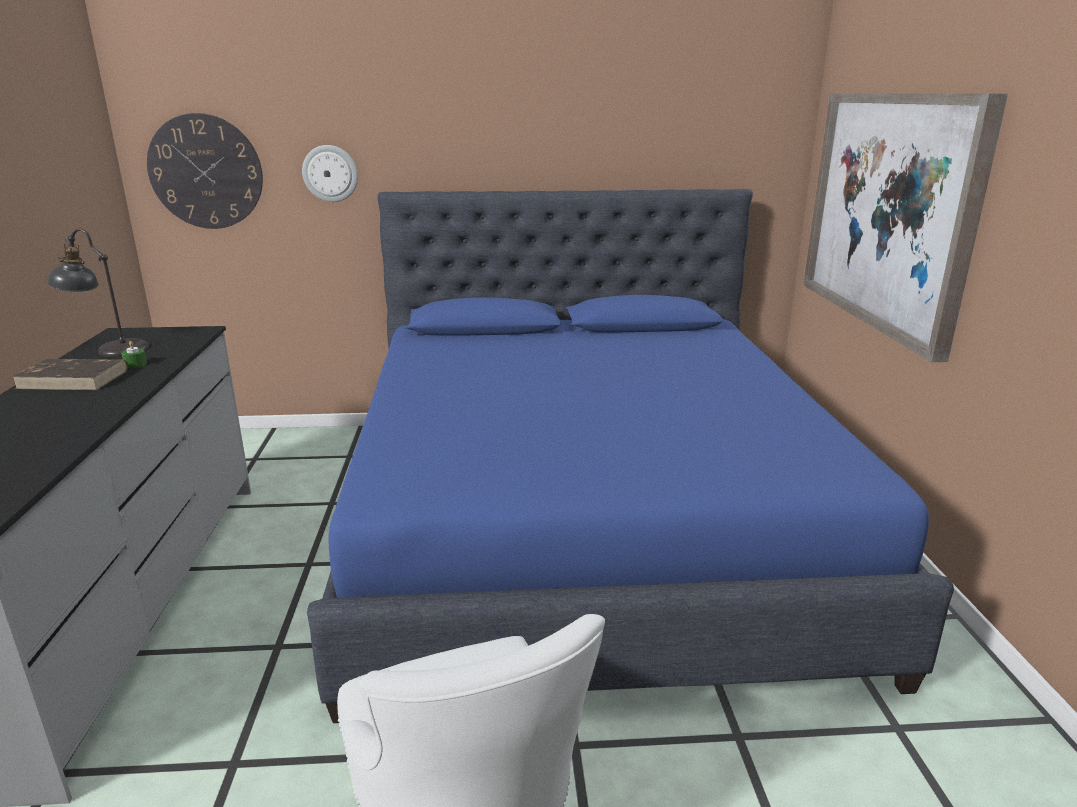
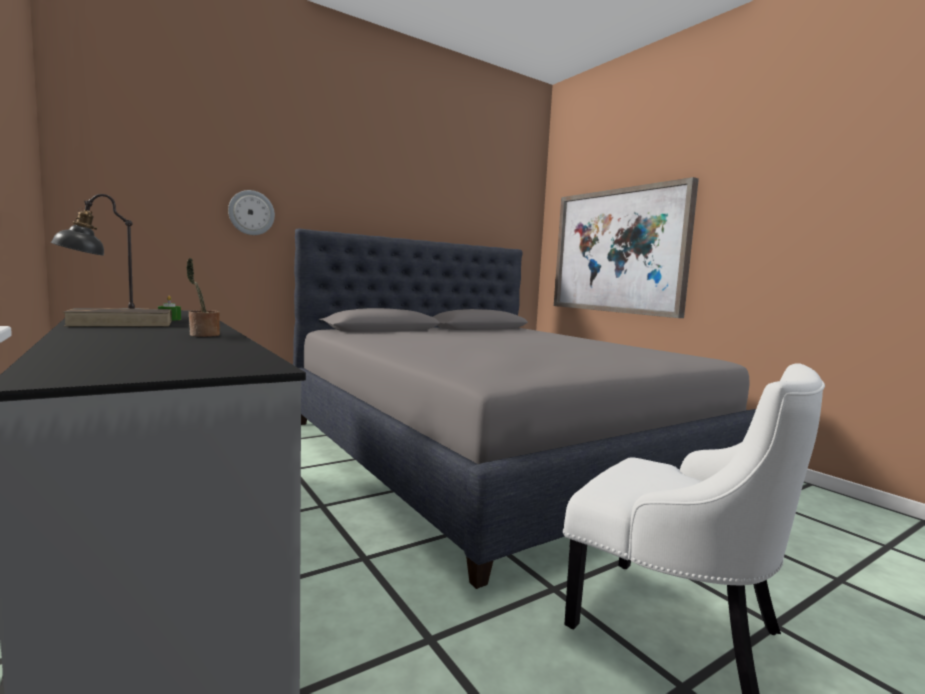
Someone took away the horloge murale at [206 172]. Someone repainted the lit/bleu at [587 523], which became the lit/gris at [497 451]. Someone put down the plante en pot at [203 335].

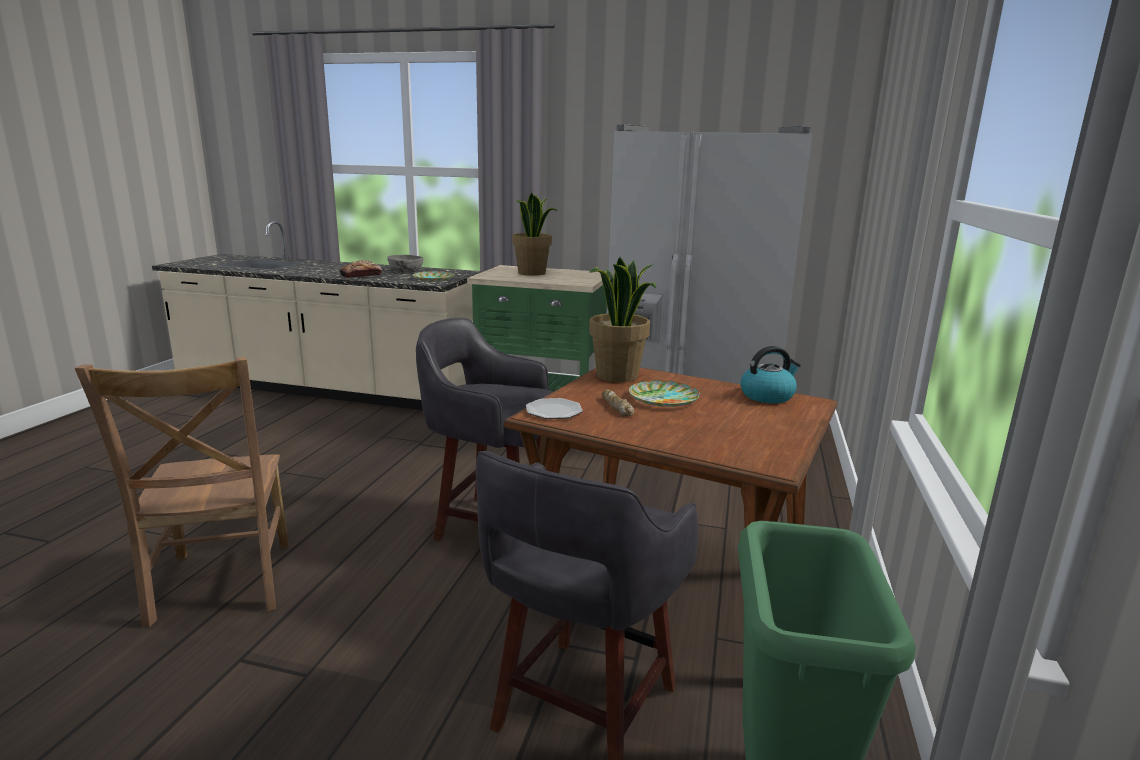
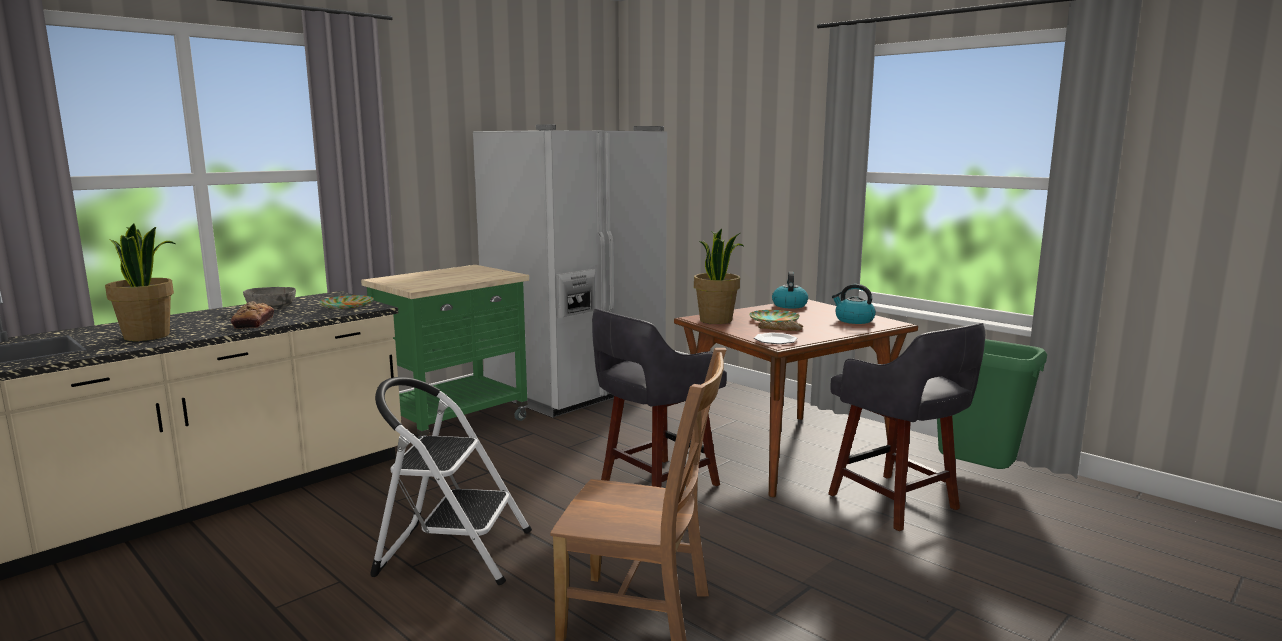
Someone carried the plante en pot from [532 273] to [148 336]. Someone put down the escabeau at [450 552]. Someone put down the bouilloire at [853 320].

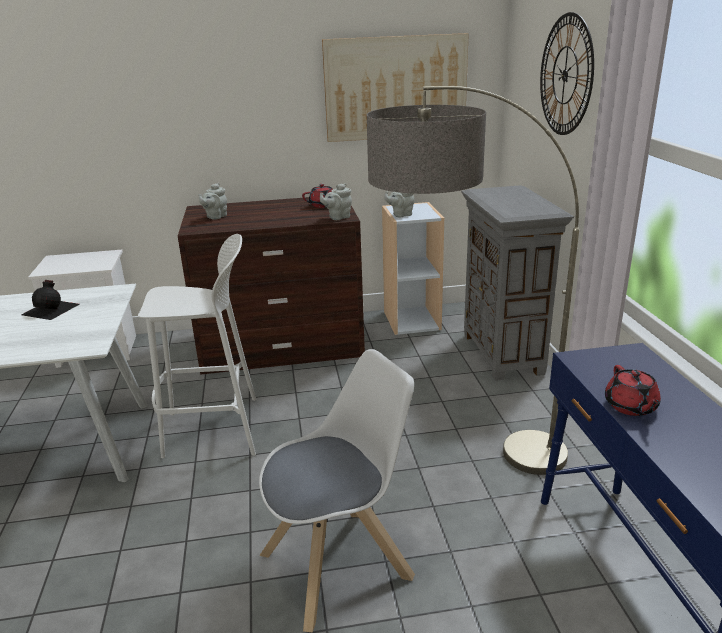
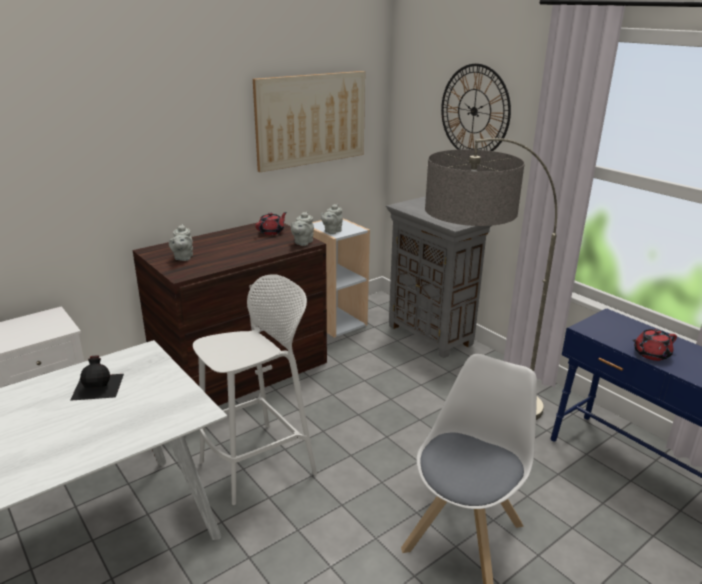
Someone rotated the théière/rouge at [630 407] by 105 degrees clockwise.

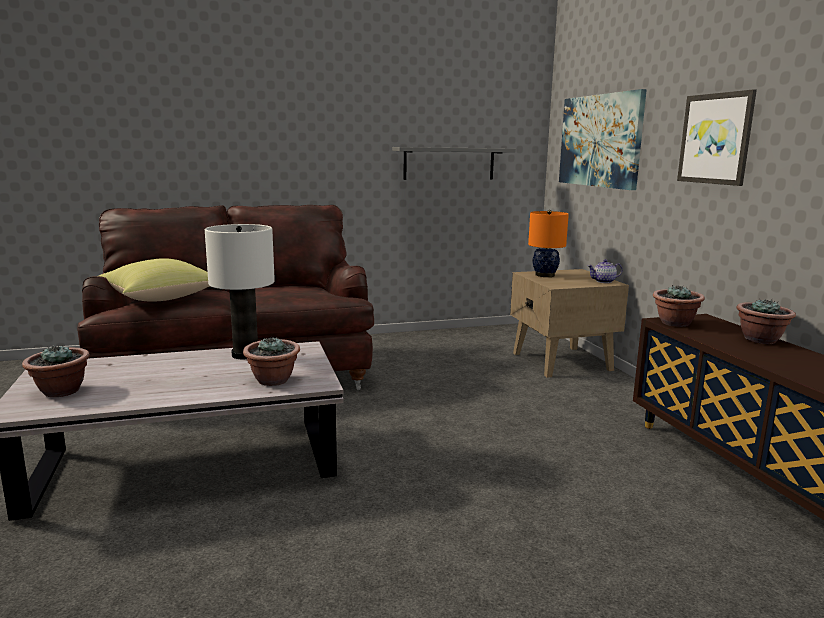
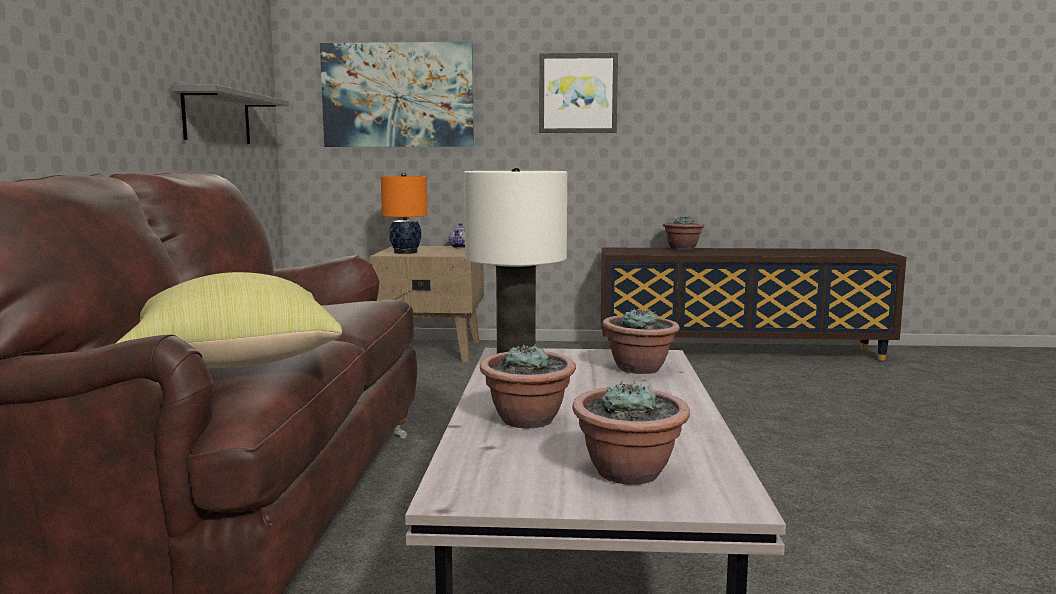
Someone carried the plante en pot from [675 323] to [528 420].

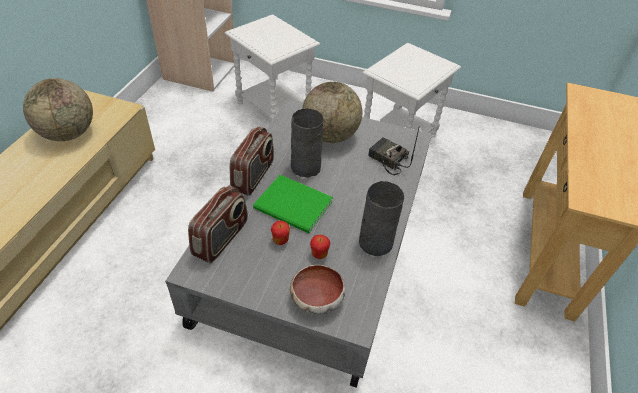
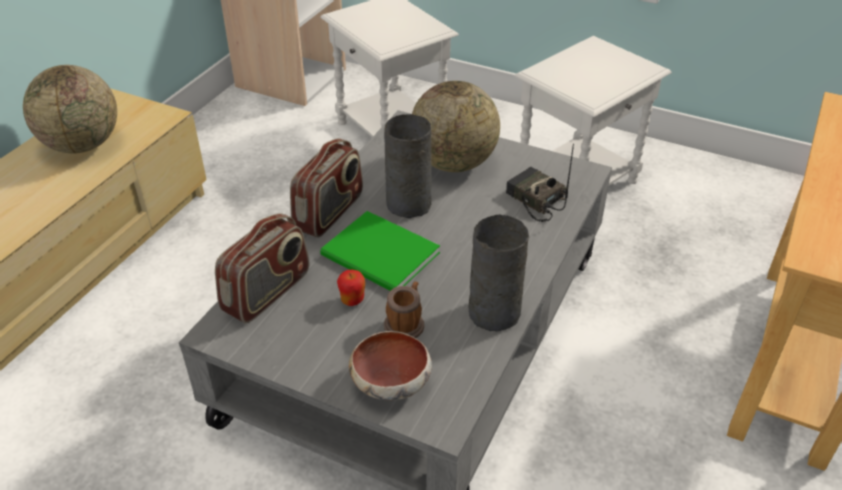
Someone swapped the pomme at [319 254] for the mug at [406 323].

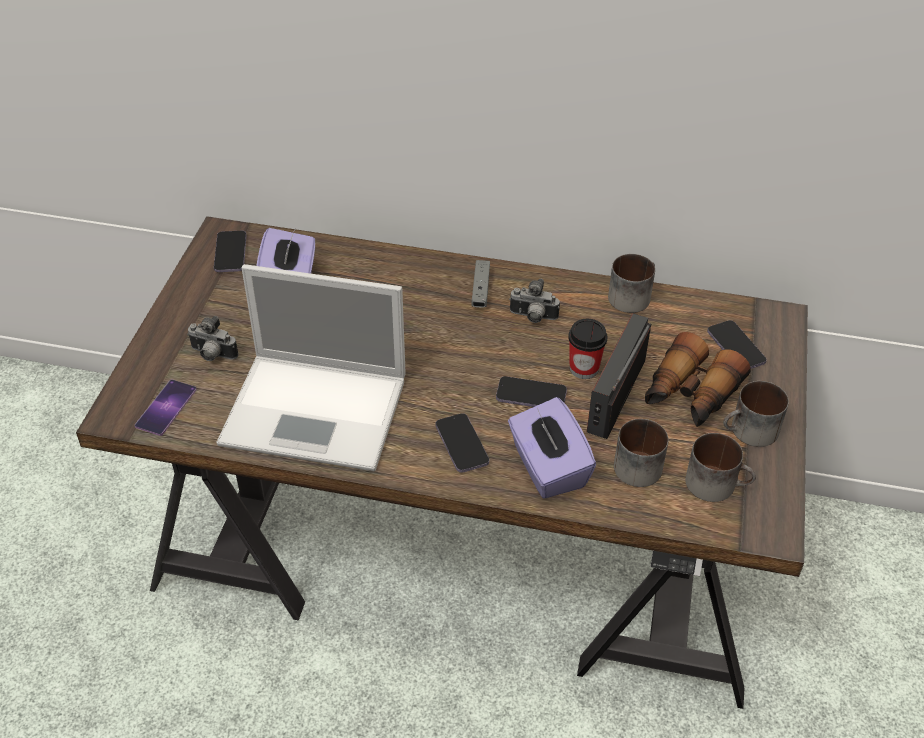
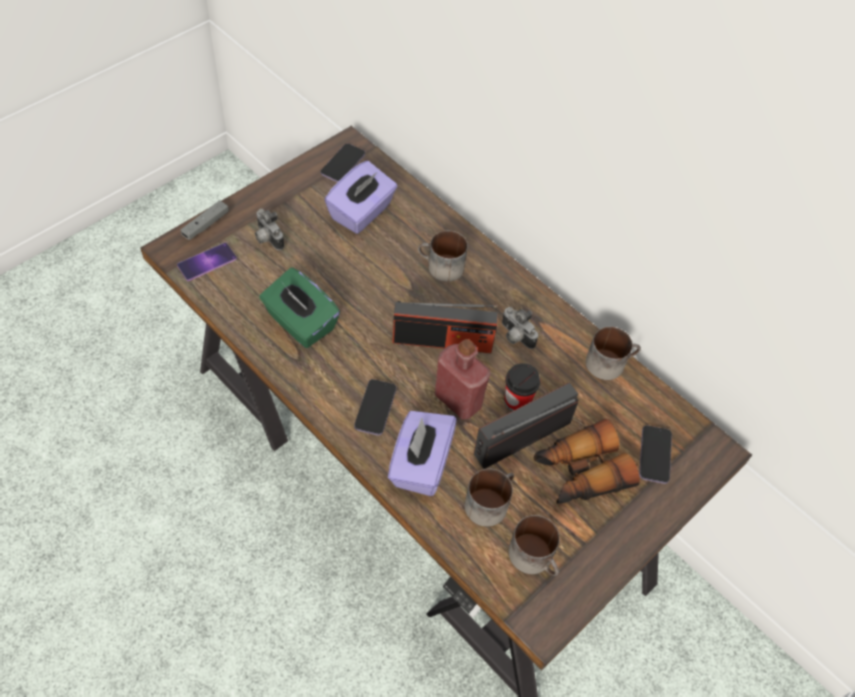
Someone swapped the ordinateur portable at [318 411] for the boîte à mouchoirs/vert at [300 323]. Someone carried the manette/gris from [480 290] to [205 225]. Someone swapped the téléphone at [531 395] for the bouteille/rouge at [458 400]. Someone carried the mug from [750 432] to [440 267]. Someone put down the radio at [442 341].

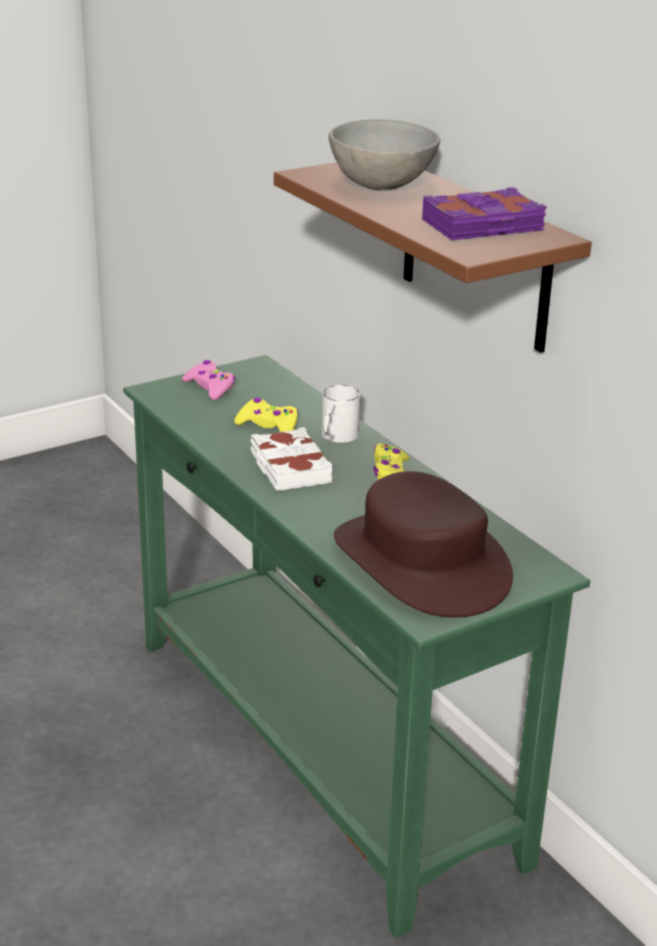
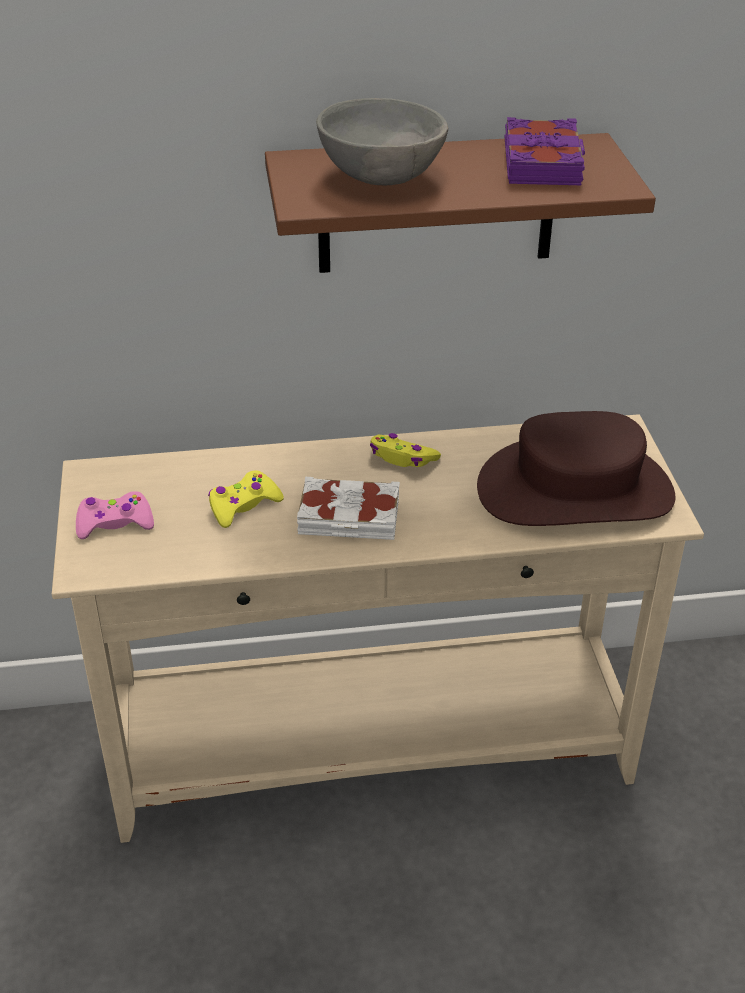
Someone repainted the table console/vert at [324 747], which became the table console/beige at [373 746]. Someone took away the mug/blanc at [336 437].

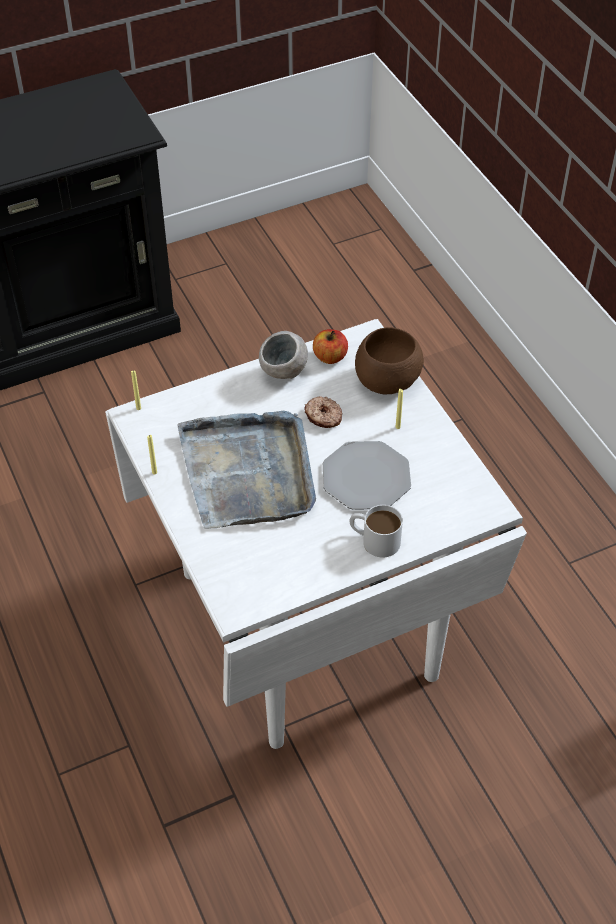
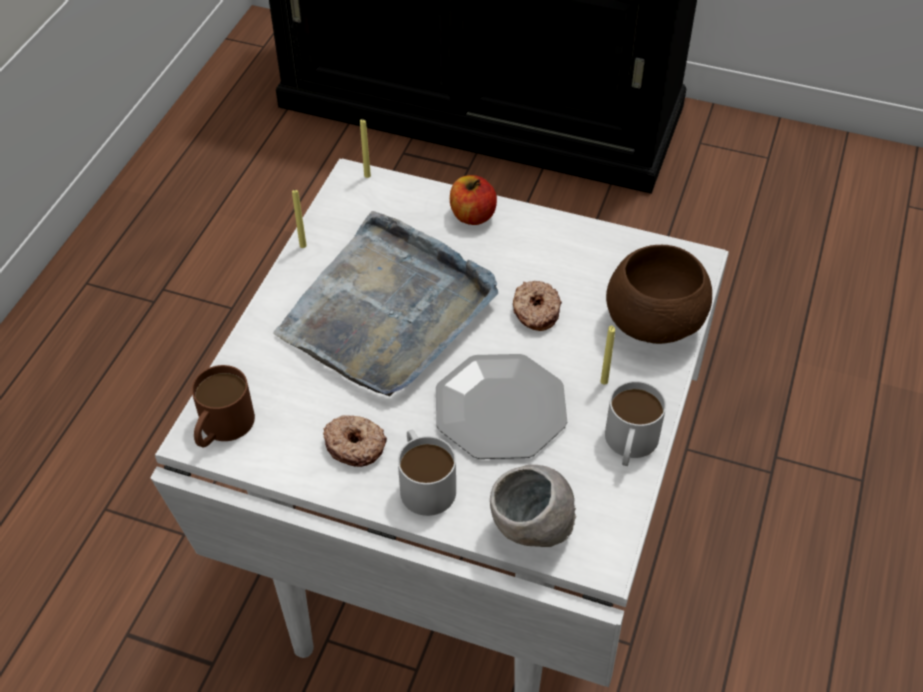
Someone carried the bol/gris from [284 375] to [532 532]. Someone carried the pomme from [330 357] to [472 215]. Someone put down the mug/marron at [221 428]. Someone put down the beignet at [355 445]. Someone put down the mug/blanc at [629 445].

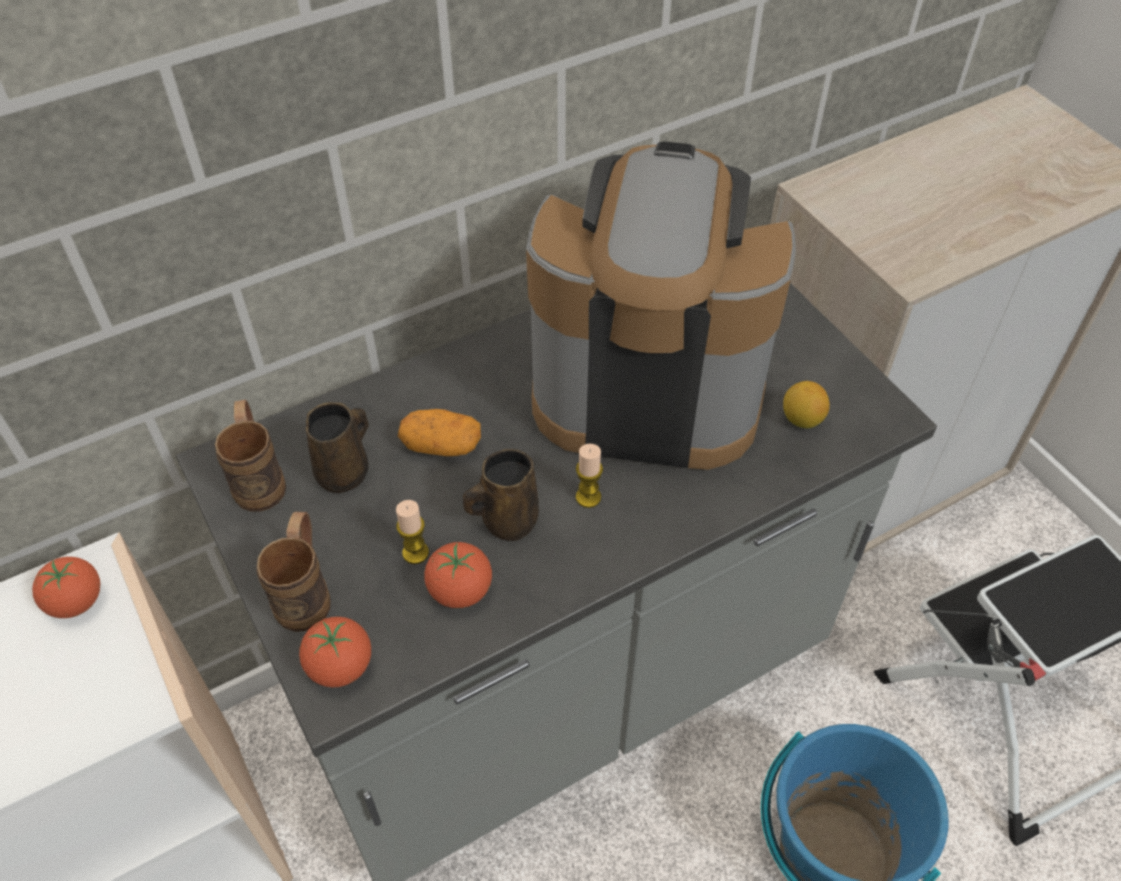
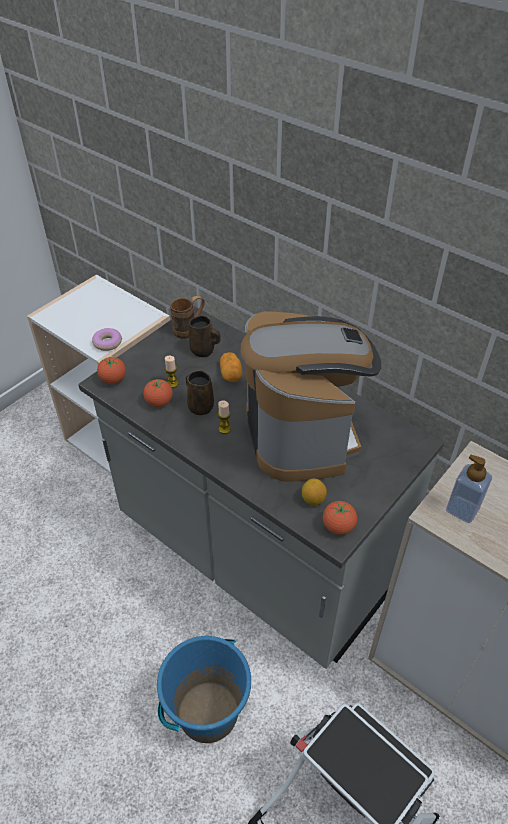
Someone carried the tomate from [76 601] to [338 526]. Someone took away the mug/marron at [307 594]. Someone put down the beignet at [107 343]. Someone put down the distributeur de savon at [462 509].

